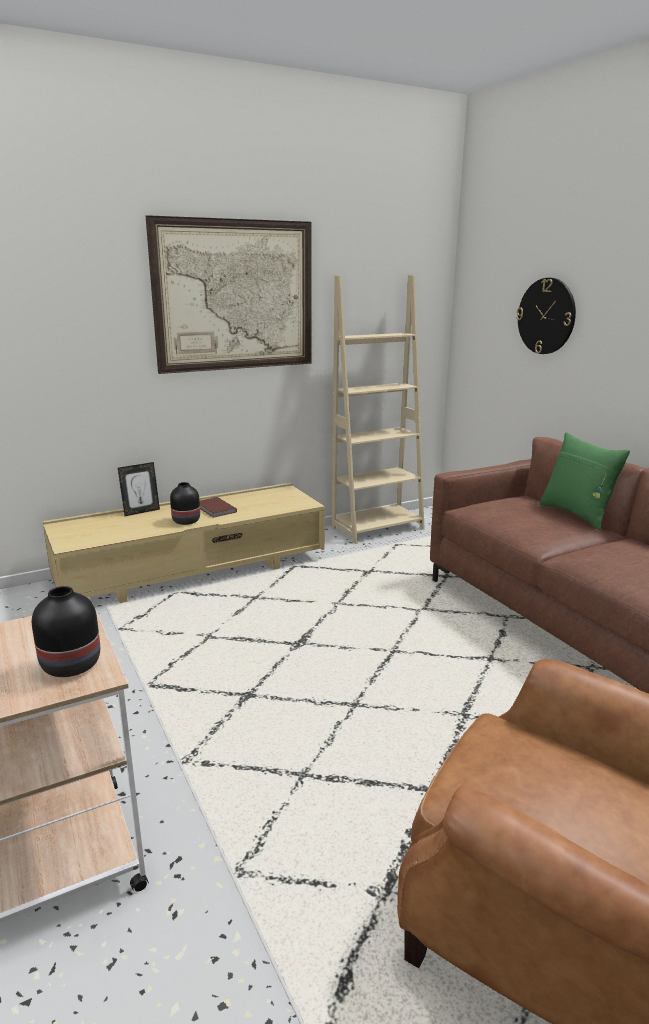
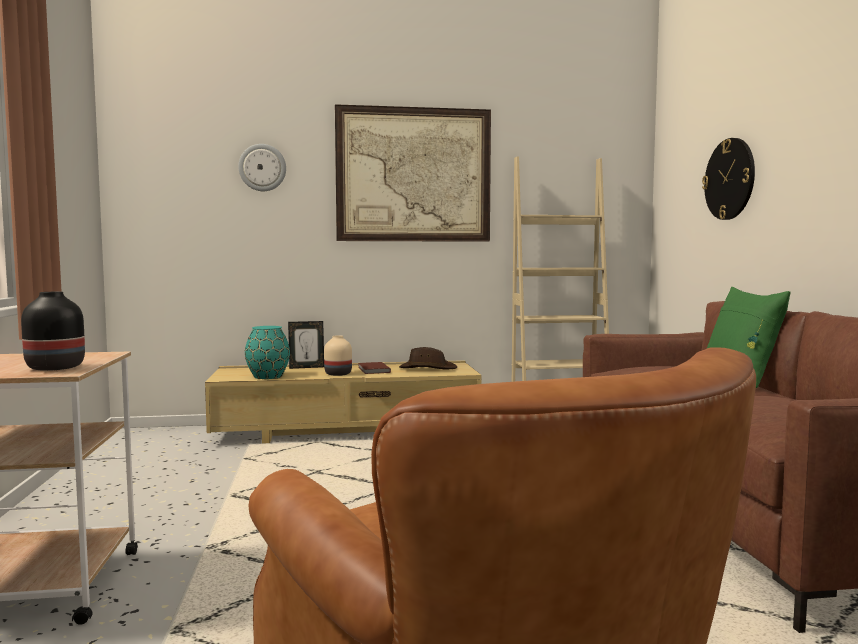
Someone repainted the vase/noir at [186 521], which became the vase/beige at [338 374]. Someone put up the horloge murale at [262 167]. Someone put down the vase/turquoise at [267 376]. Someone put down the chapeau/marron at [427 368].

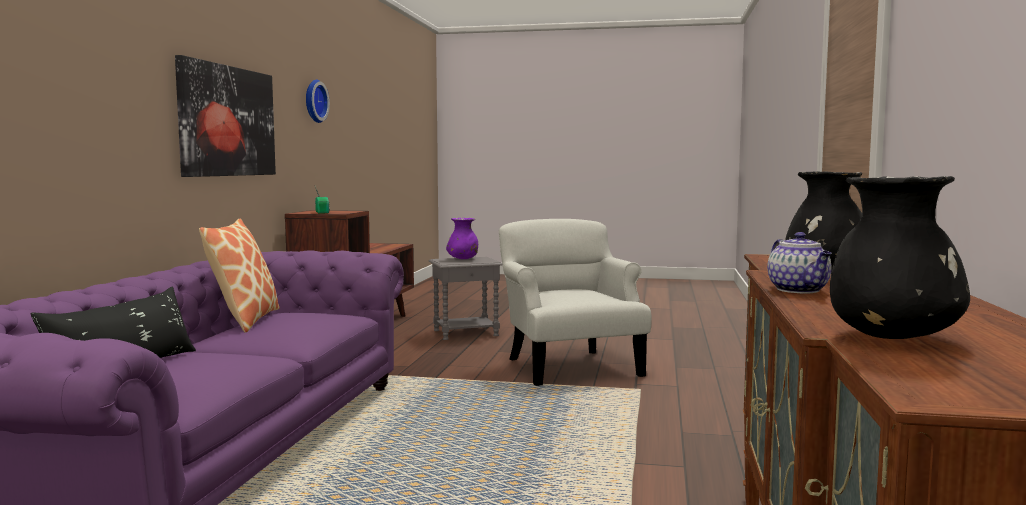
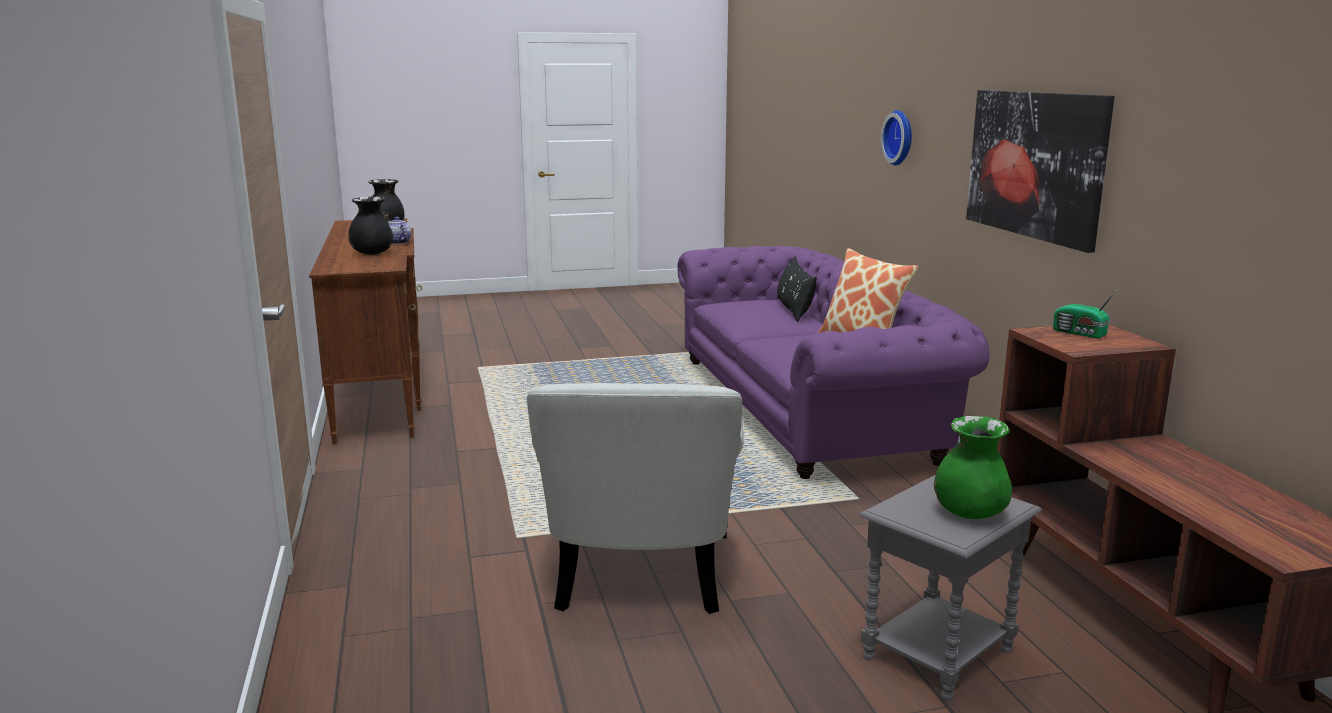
Someone carried the horloge murale from [313 101] to [900 137]. Someone repainted the vase/violet at [463 259], which became the vase/vert at [970 513]. Someone rotated the fauteuil/blanc at [569 366] by 45 degrees clockwise.

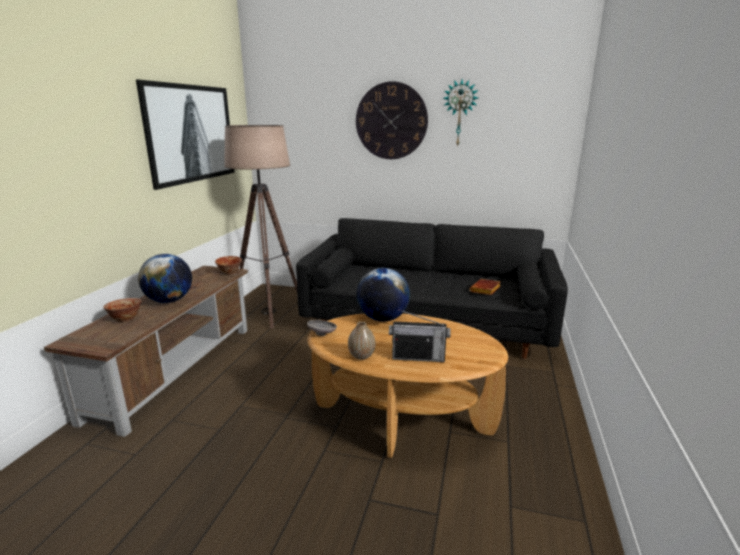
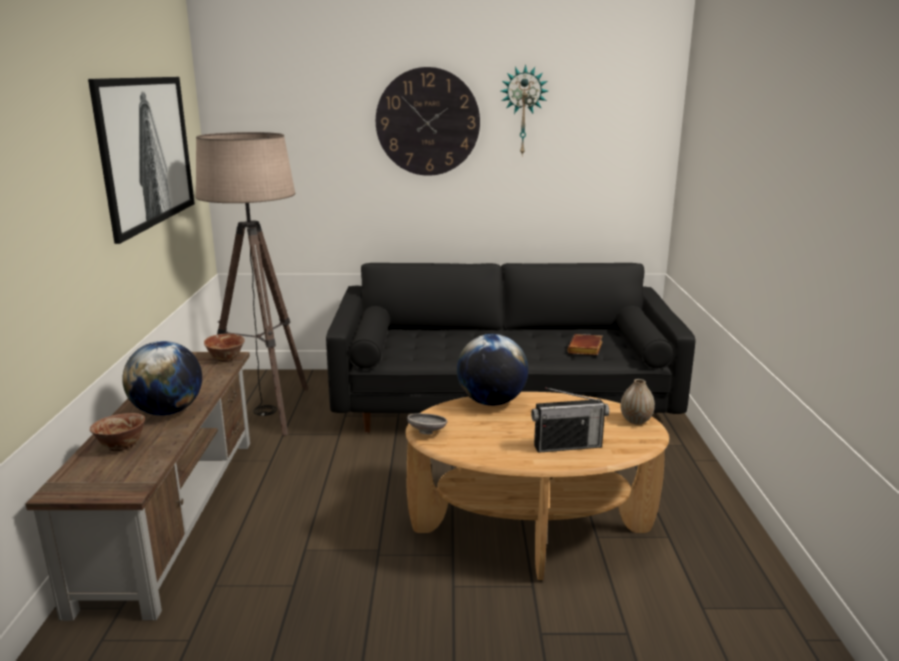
Someone carried the vase from [361 356] to [635 420].

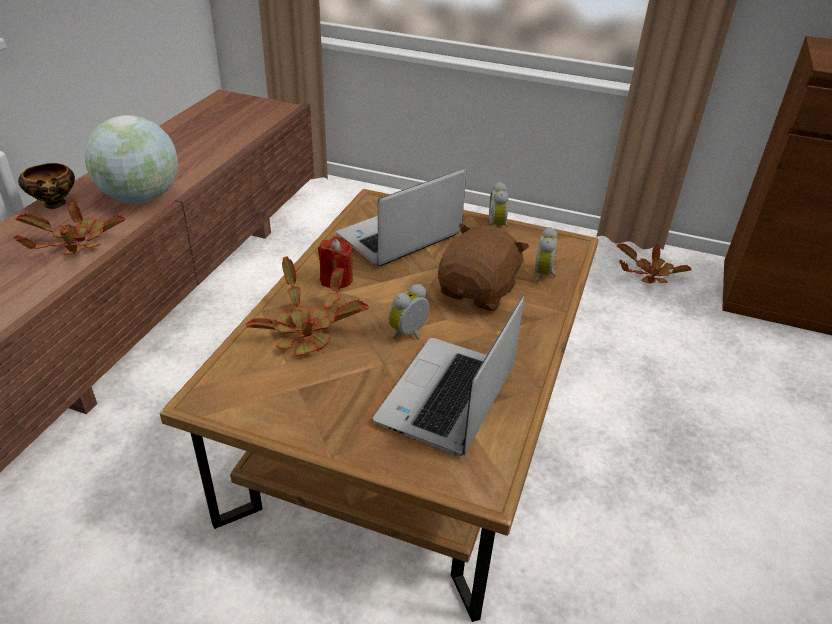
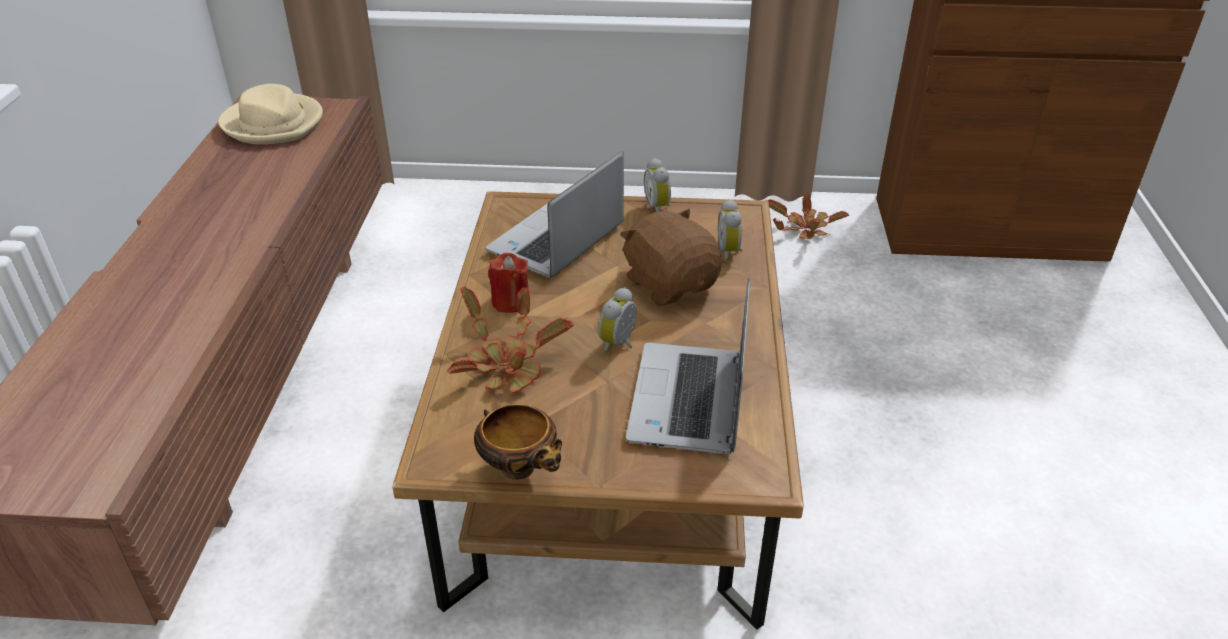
Someone took away the plante en pot at [76 243]. Someone carried the bol from [55 205] to [521 469]. Someone took away the globe at [141 198]. Someone rotated the peluche/marron at [478 292] by 45 degrees counterclockwise. Someone put down the chapeau/beige at [274 123].

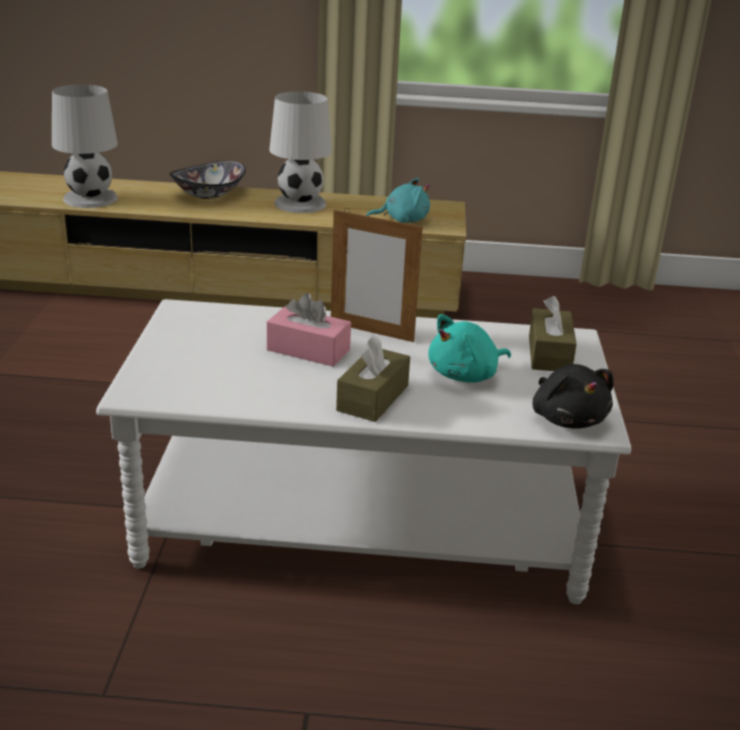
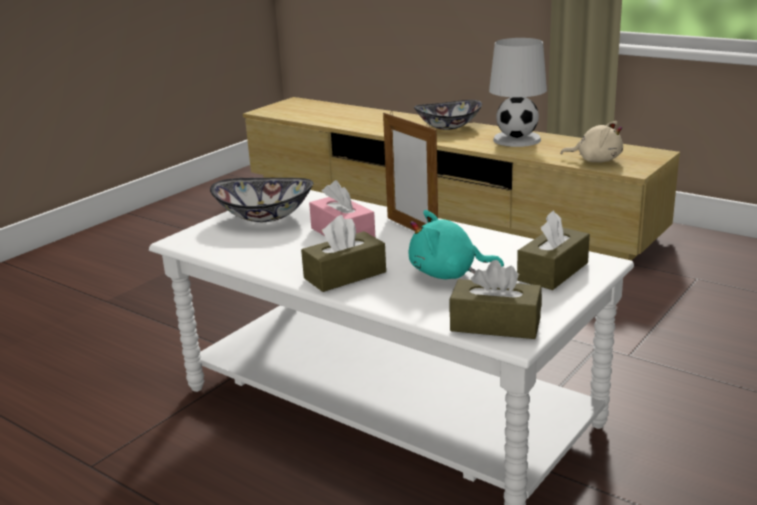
Someone took away the lampe de table/blanc at [90 199]. Someone repainted the peluche/turquoise at [402 220], which became the peluche/beige at [596 160]. Someone swapped the peluche/noir at [567 418] for the boîte à mouchoirs/marron at [495 324]. Someone put down the bol at [264 217].

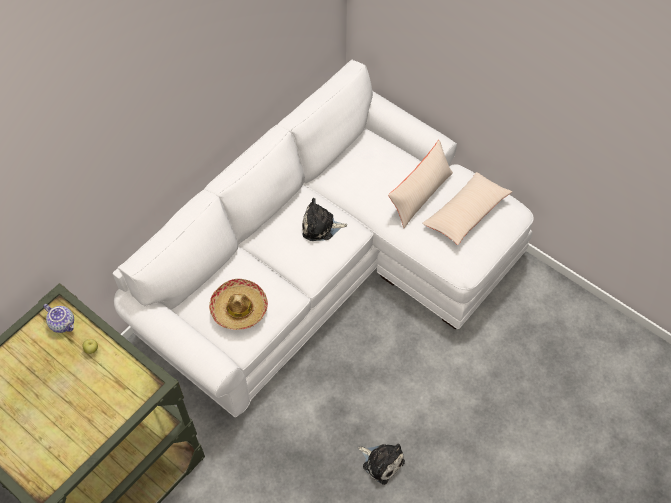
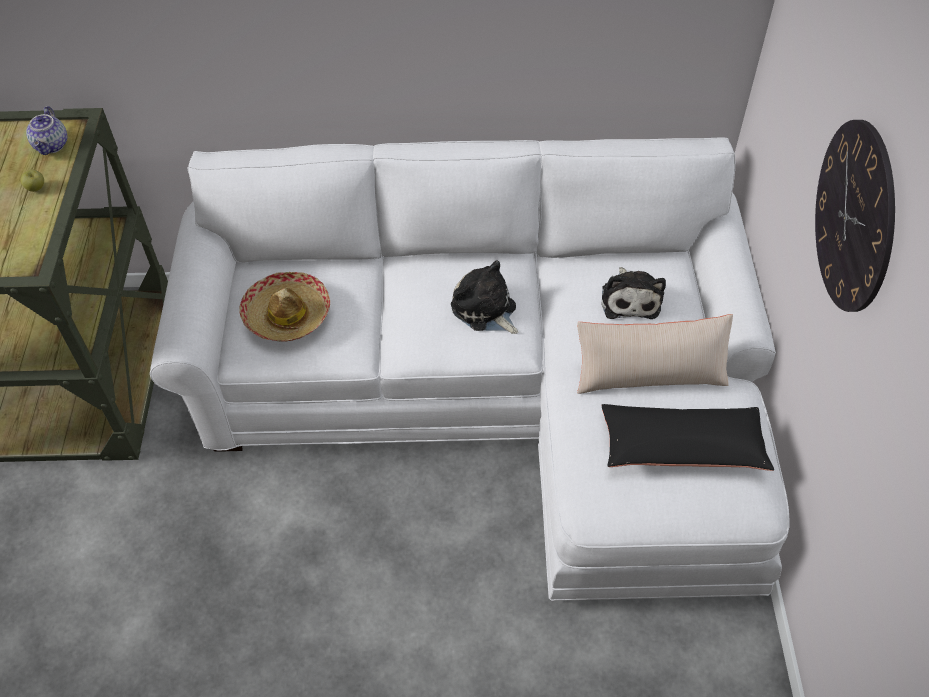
Someone carried the peluche from [381 462] to [630 299]. Someone repainted the coussin/beige at [466 213], which became the coussin/noir at [682 446]. Someone put up the horloge murale at [854 216].

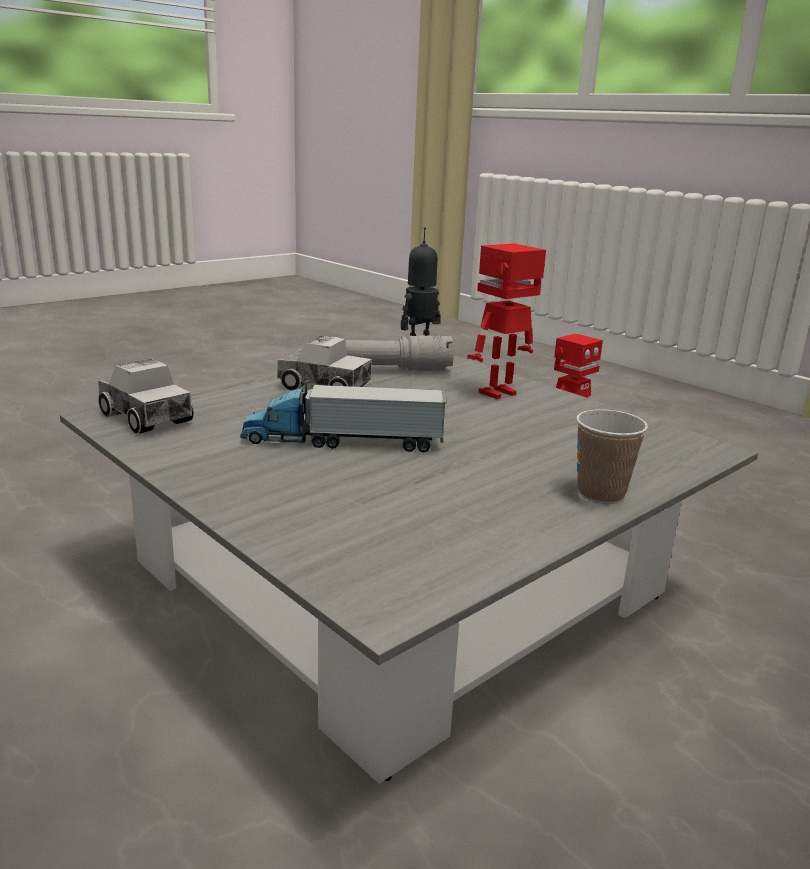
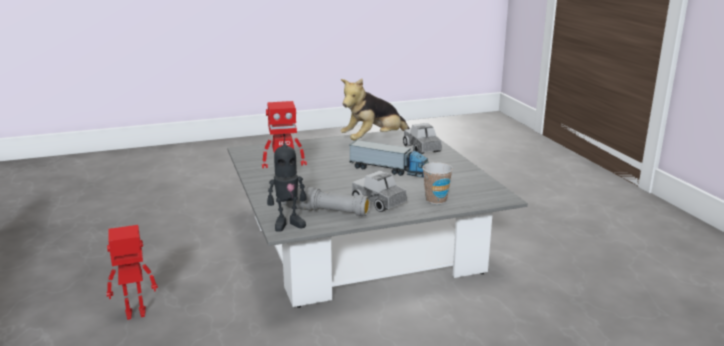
Someone carried the camion jouet from [145 417] to [422 149]. Someone carried the tasse from [600 494] to [436 200]. Someone put down the peluche at [374 140].

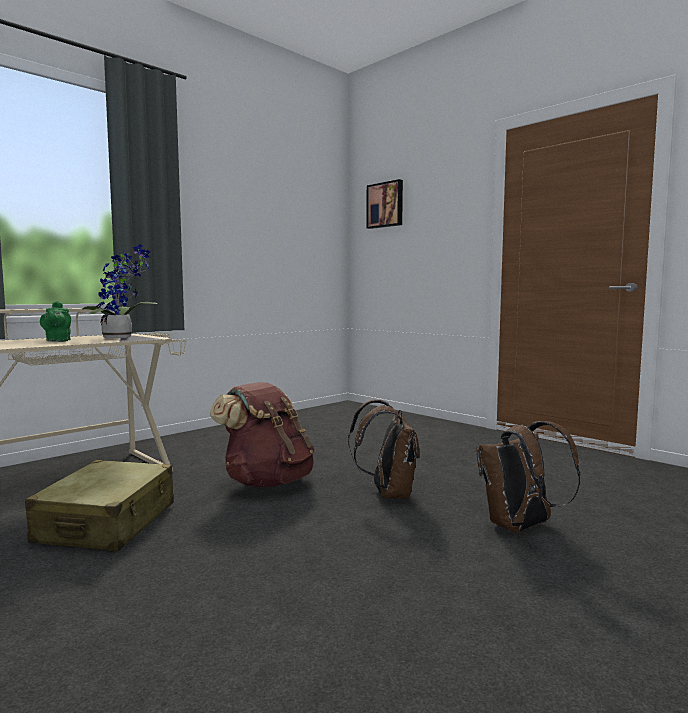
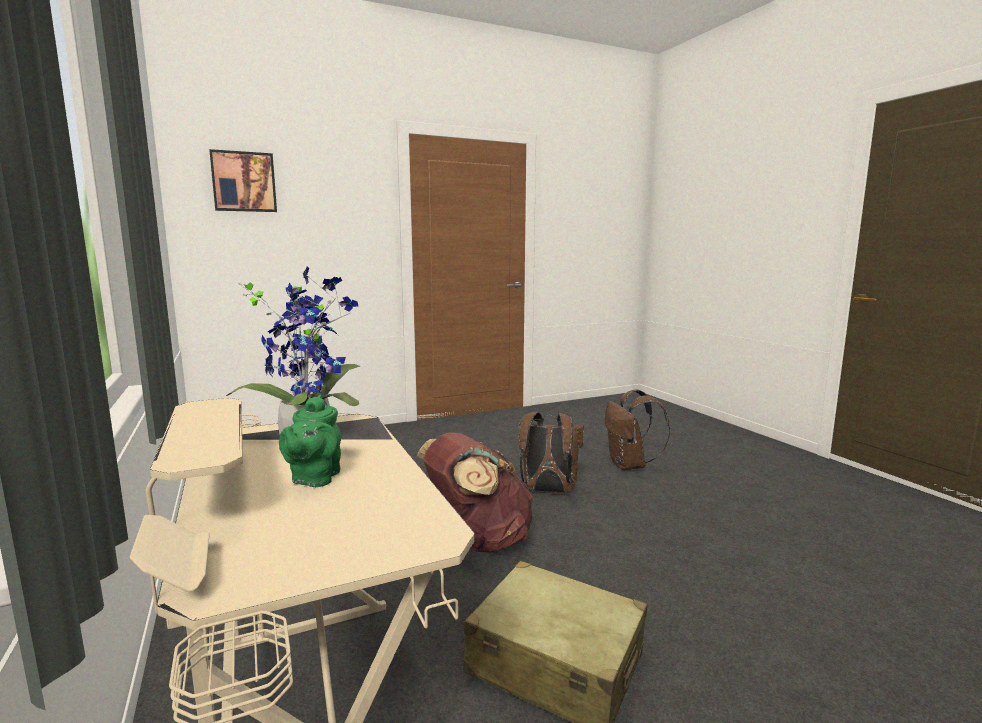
Someone rotated the théière/vert at [57 341] by 90 degrees clockwise.

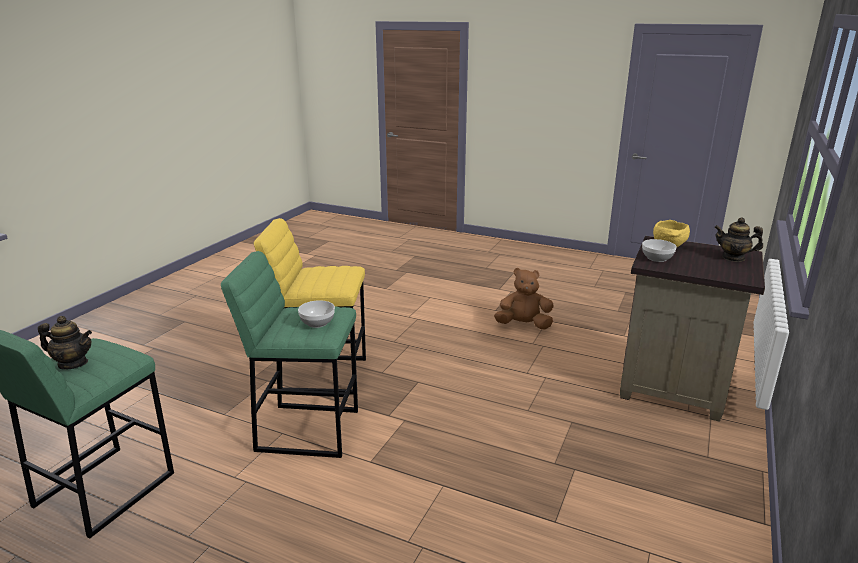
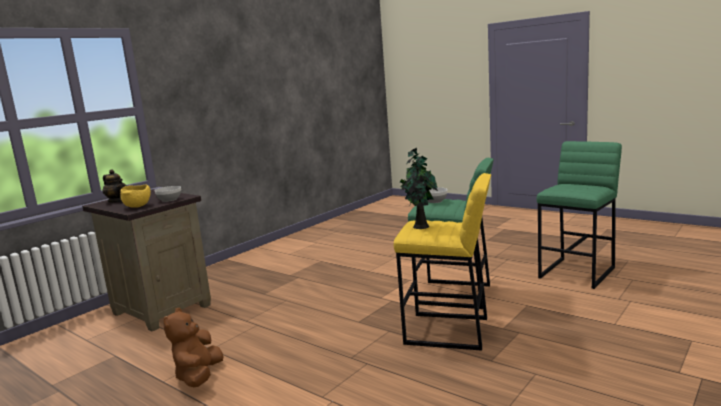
Someone took away the théière at [73 363]. Someone rotated the peluche/marron at [523 325] by 75 degrees clockwise. Someone put down the plante en pot at [420 226].

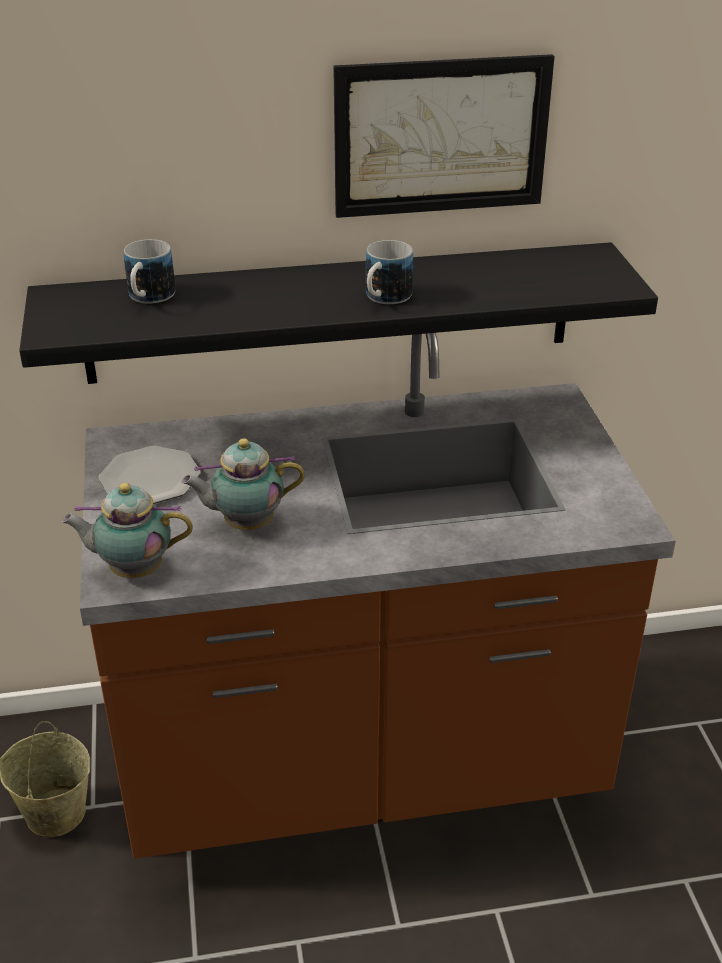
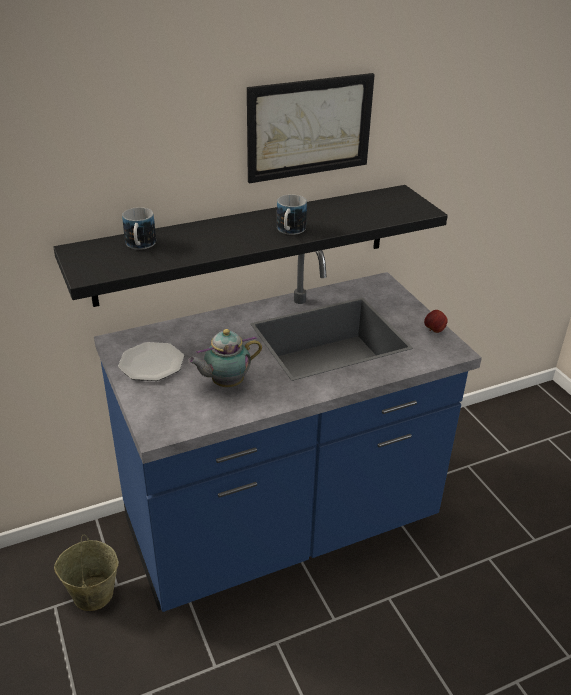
Someone took away the théière at [133 570]. Someone repainted the comptoir de cuisine/marron at [361 767], which became the comptoir de cuisine/bleu at [281 528]. Someone put down the pomme at [434 330].

